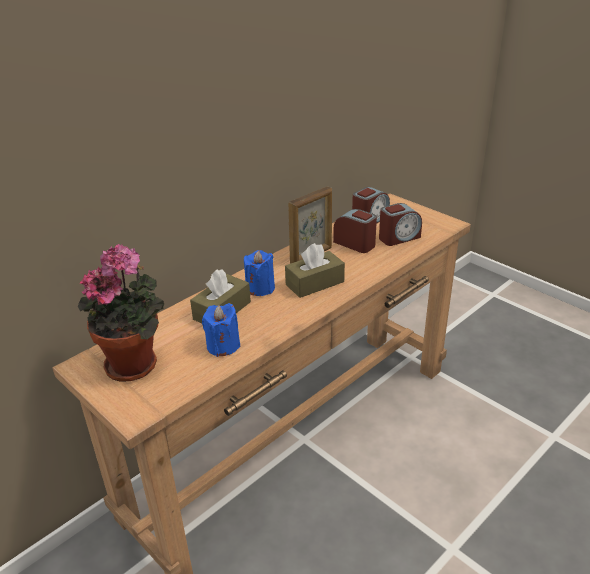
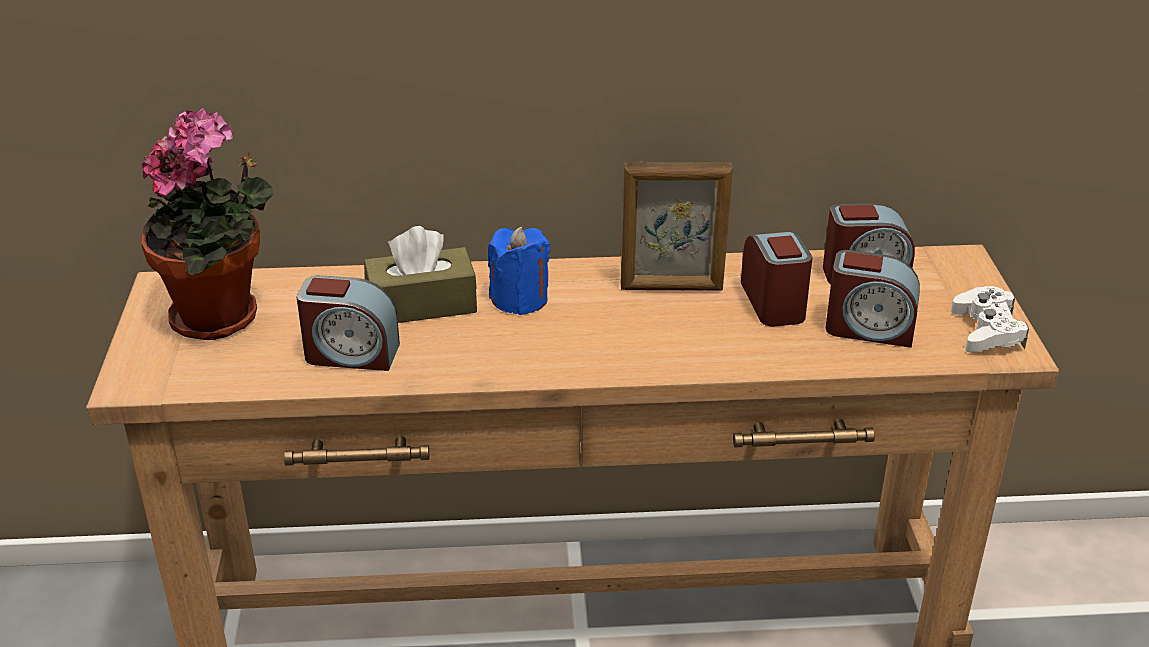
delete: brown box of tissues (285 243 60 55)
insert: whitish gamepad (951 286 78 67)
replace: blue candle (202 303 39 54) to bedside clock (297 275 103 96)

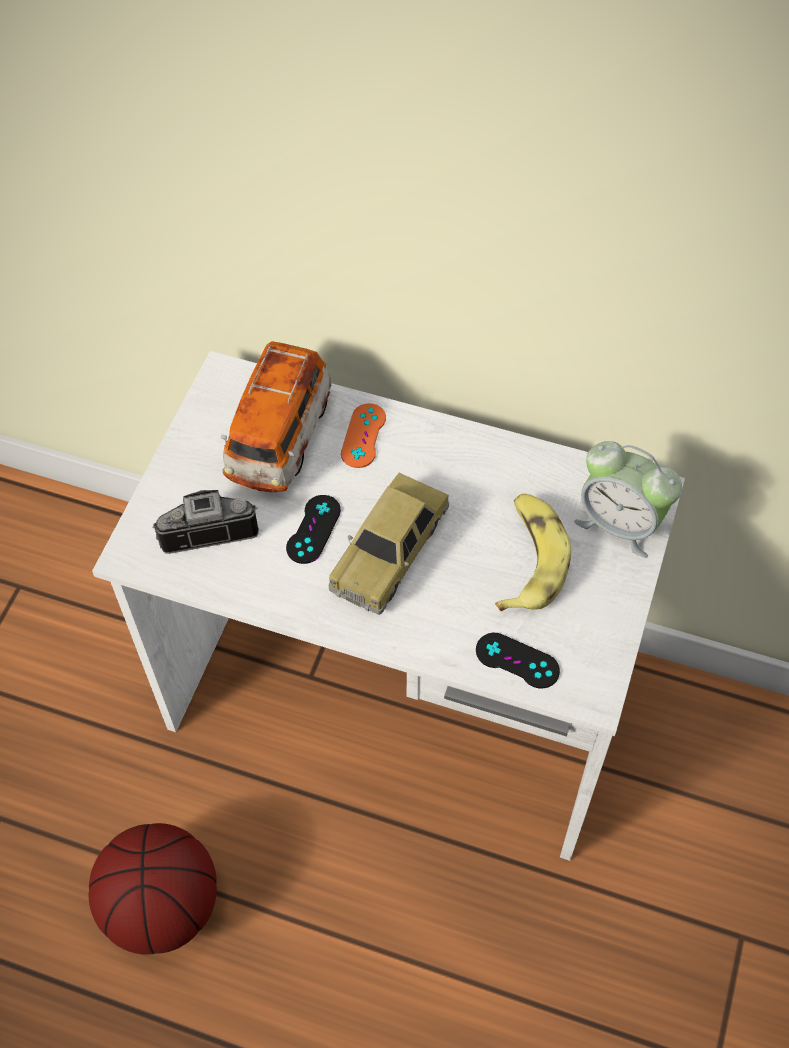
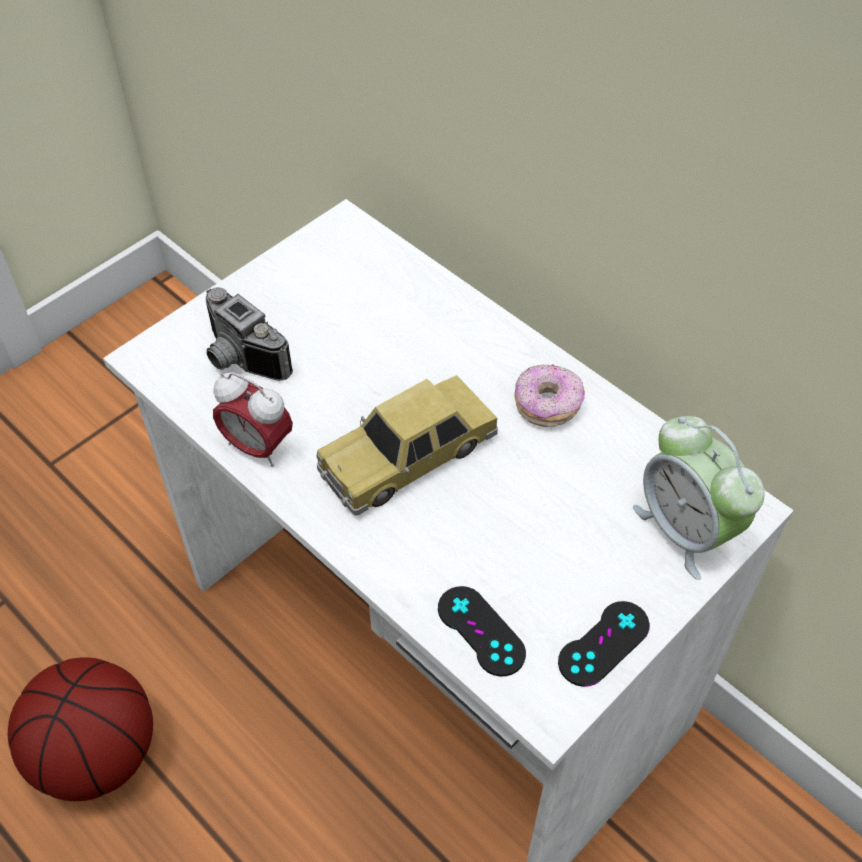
delete: miniature car (221 341 111 152); orange-coloured gamepad (341 403 45 65); banana (495 494 76 117)
insert: donut (514 364 71 63); bedside clock (213 372 80 95)
move: black gamepad (286 495 55 69) to (558 601 92 86)
rotate: photo camera (152 490 107 64) = (206 287 87 94) 150 degrees counterclockwise

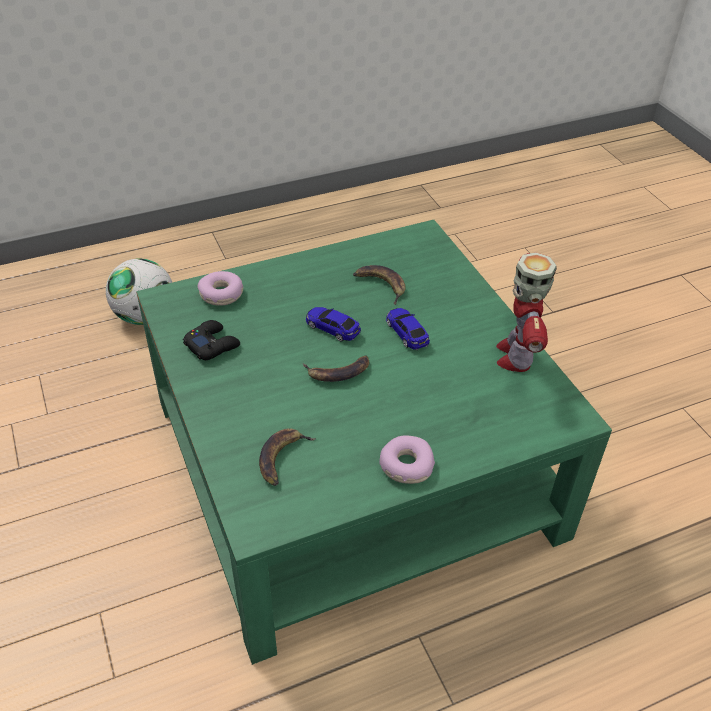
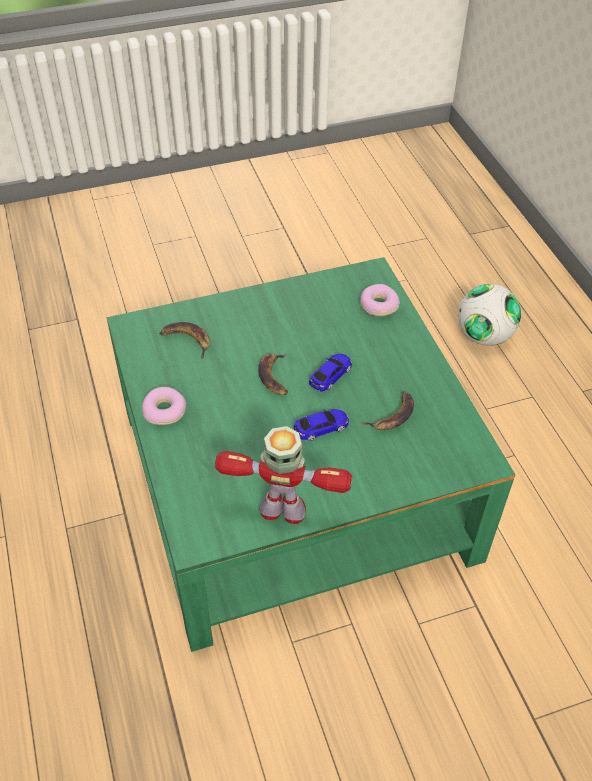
delete: black gamepad (183 320 57 40)

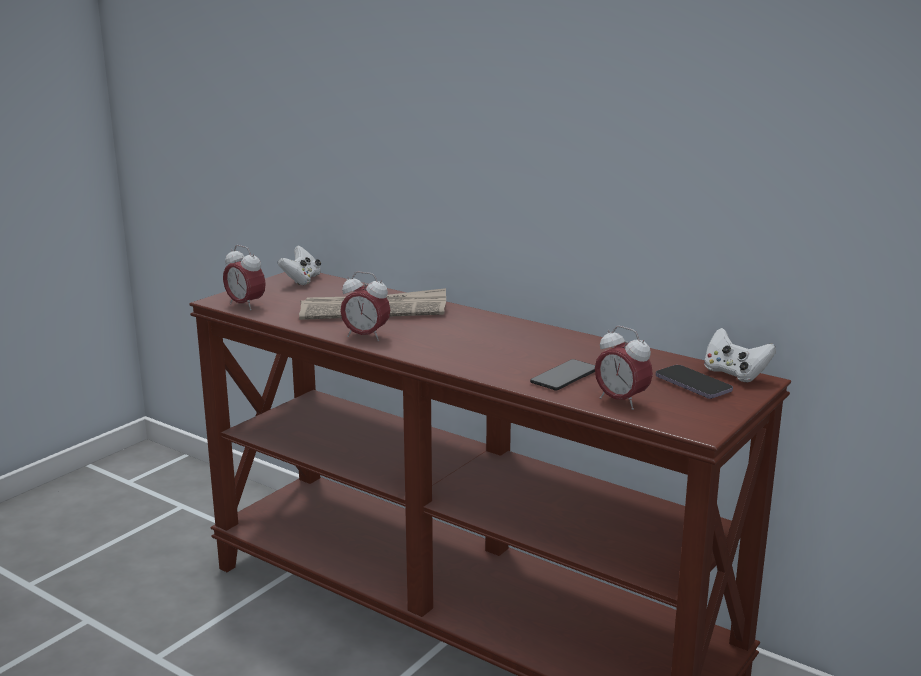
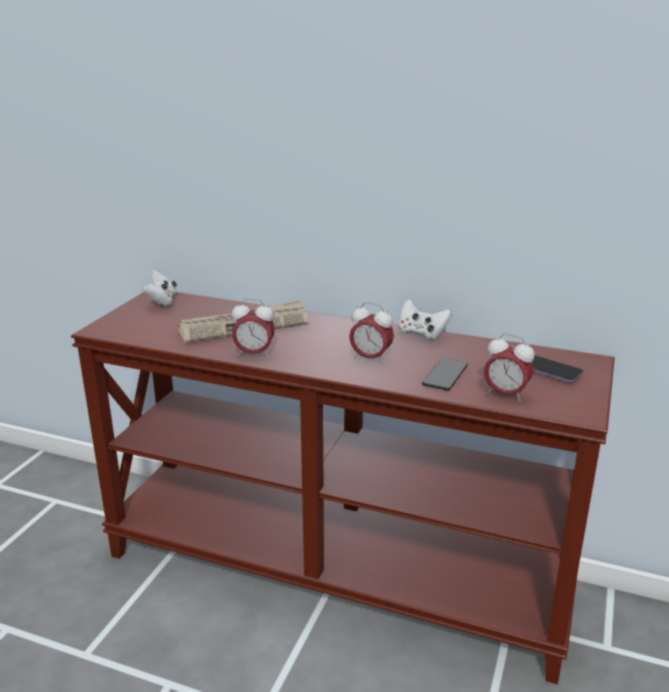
move: bedside clock (223 245 43 66) to (349 302 45 62); whitish gamepad (704 328 72 55) to (399 299 53 41)

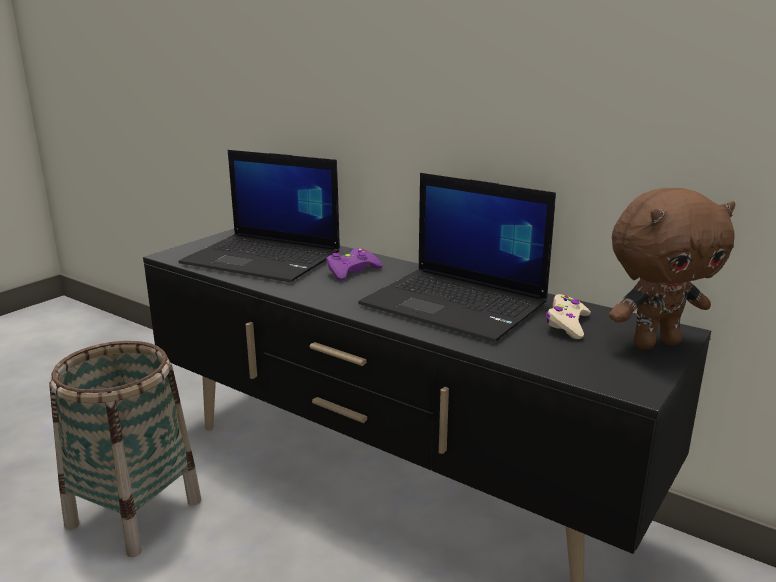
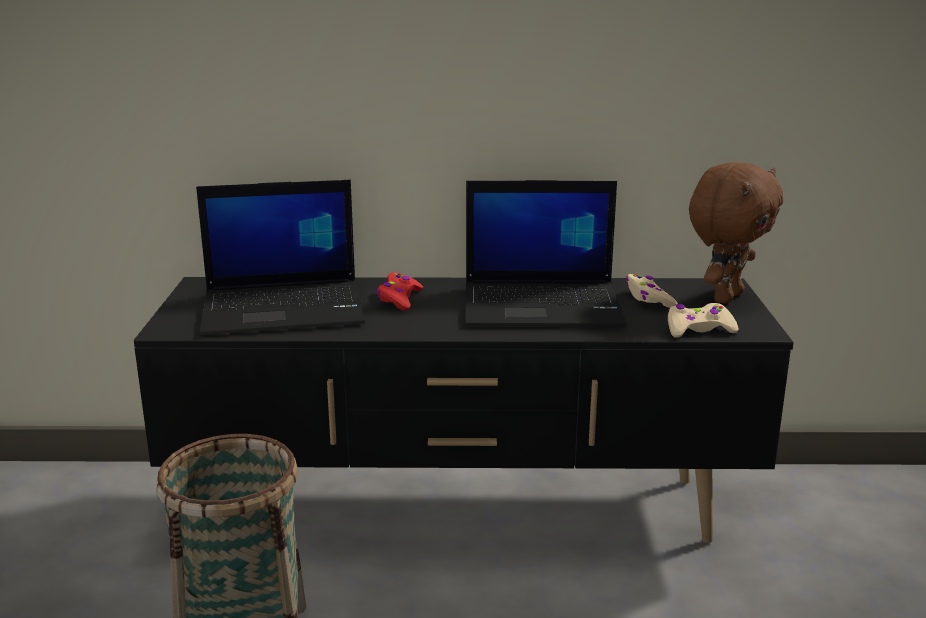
insert: beige gamepad (668 303 70 35)
recolor: purple gamepad (326 248 57 33) to red-coloured gamepad (377 272 46 39)

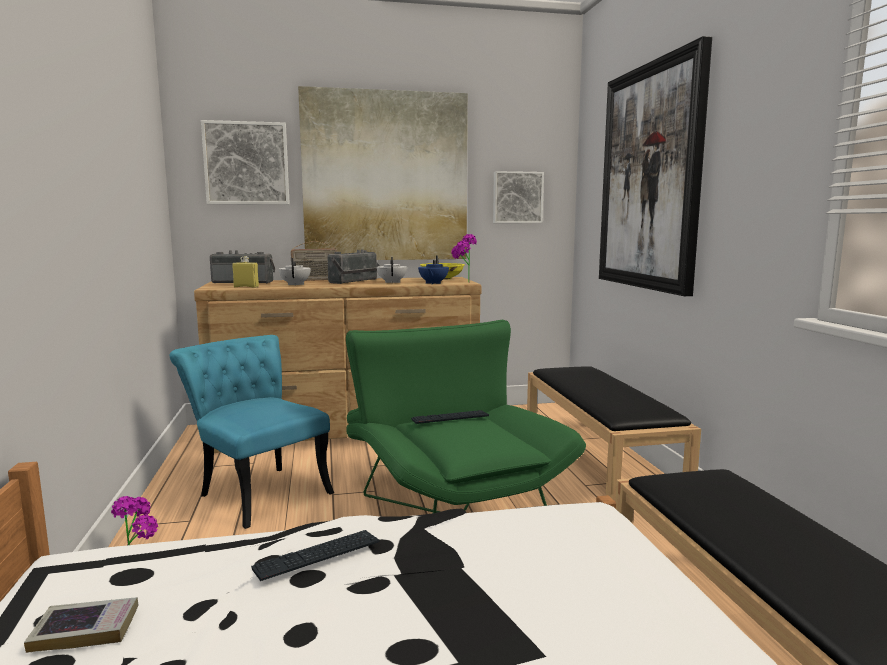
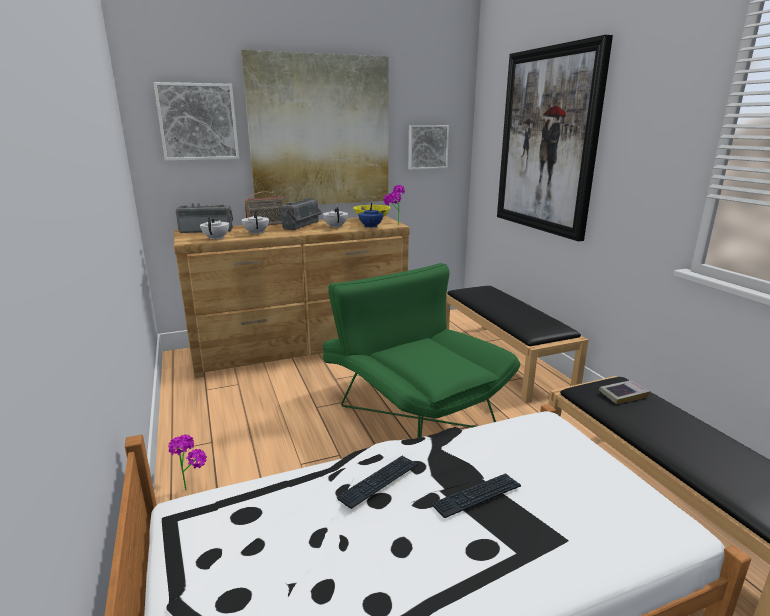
delete: blue-green plain chair (169 335 165 194)
move: keyboard (411 410 78 14) to (432 473 89 45); volume (24 597 114 56) to (599 380 51 24)
replace: yellow bottle (232 256 27 32) to whitish teapot (200 217 29 23)

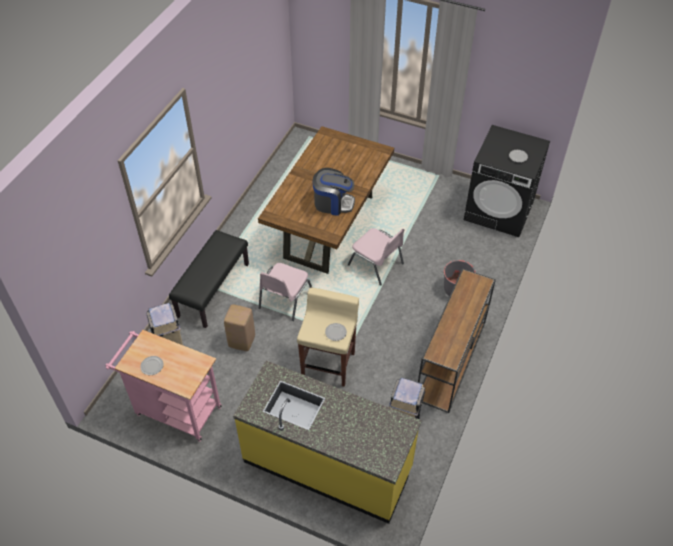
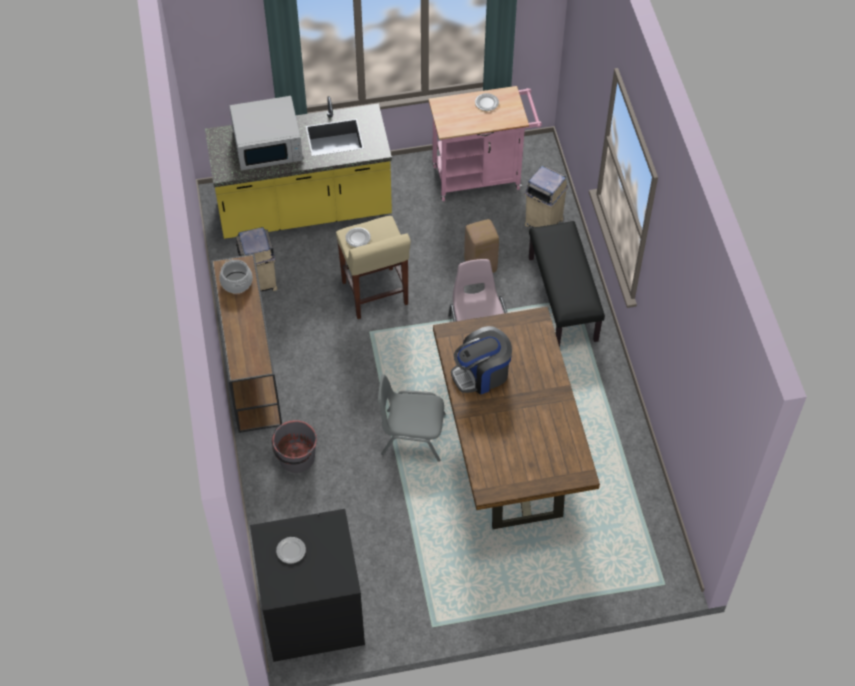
insert: whitish microwave (229 96 74 74); cooking pot (219 259 34 34)
recolor: pink-coloured plain chair (348 228 56 57) to greyish plain chair (378 375 68 87)

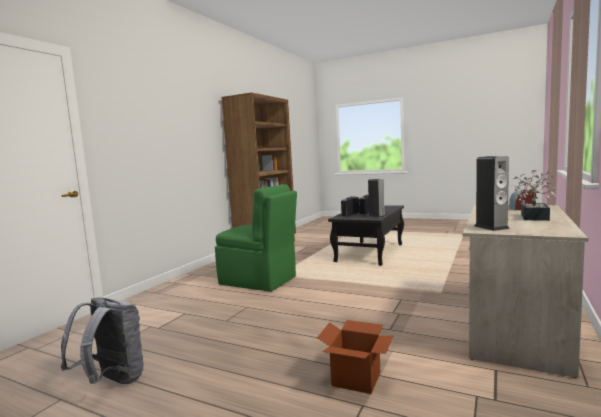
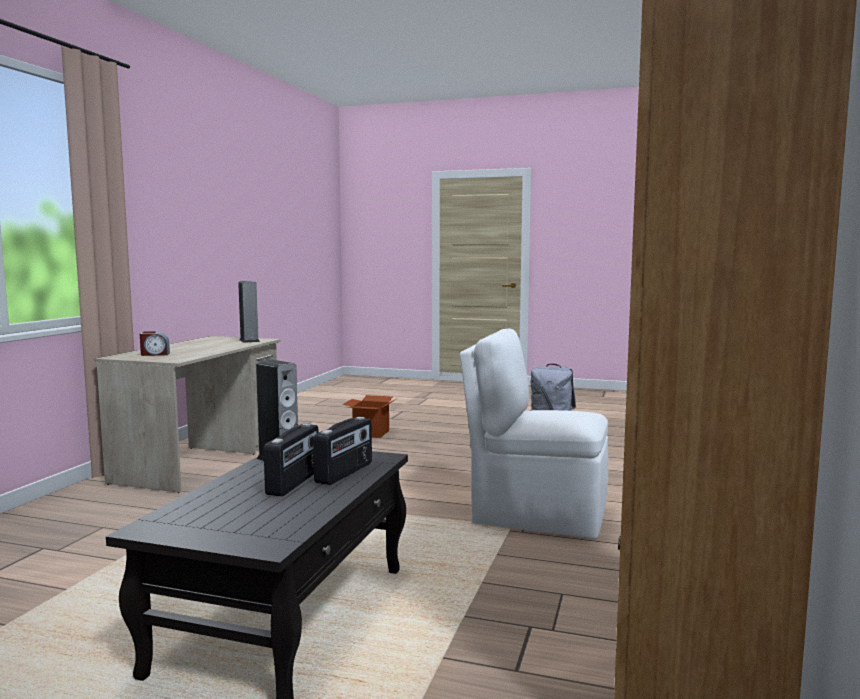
delete: plant in a pot (511 169 46 52)
recolor: green-coloured plain chair (215 184 82 108) to whitish plain chair (460 329 148 210)

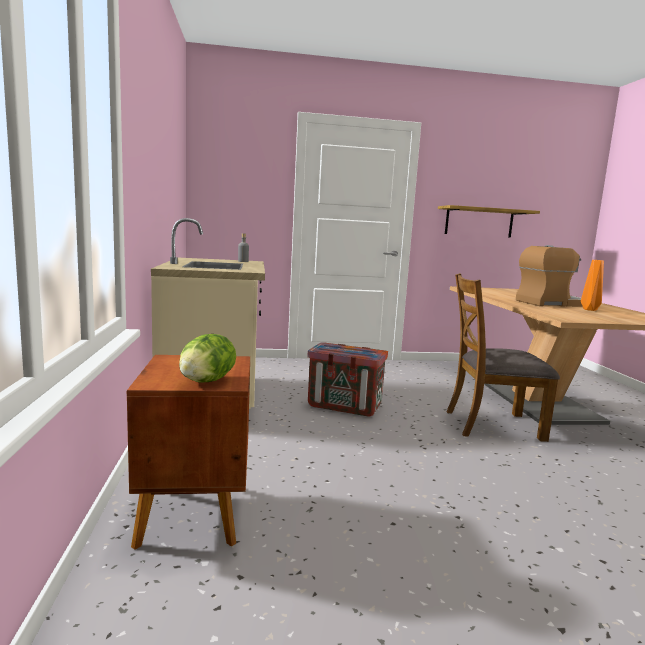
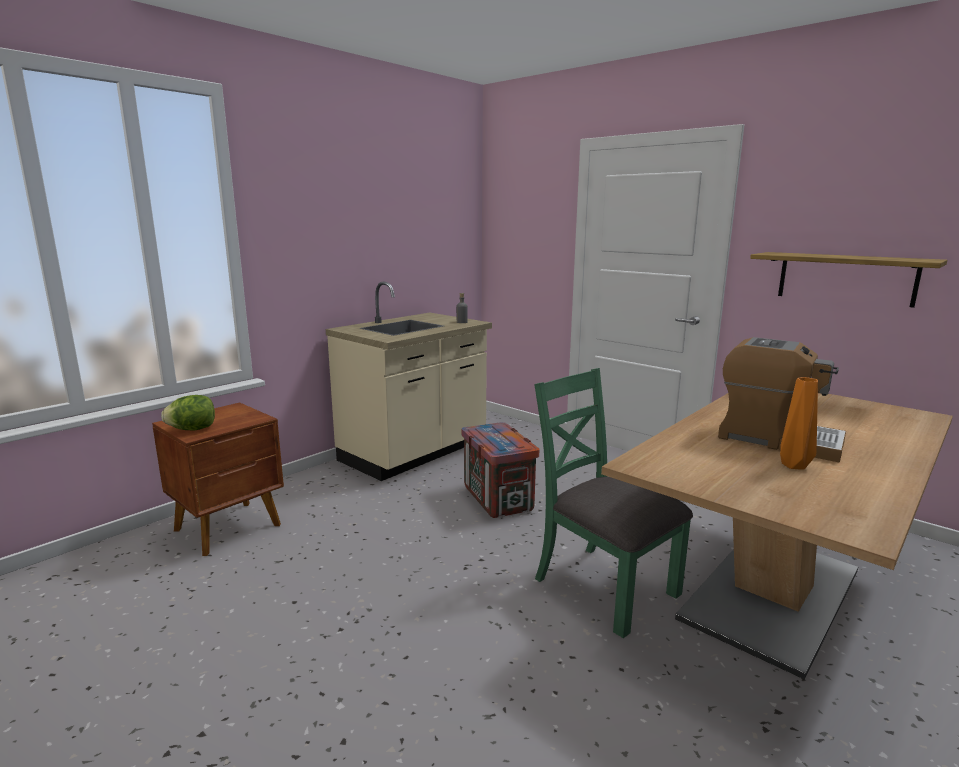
recolor: brown plain chair (446 273 114 169) to green-coloured plain chair (534 368 159 270)

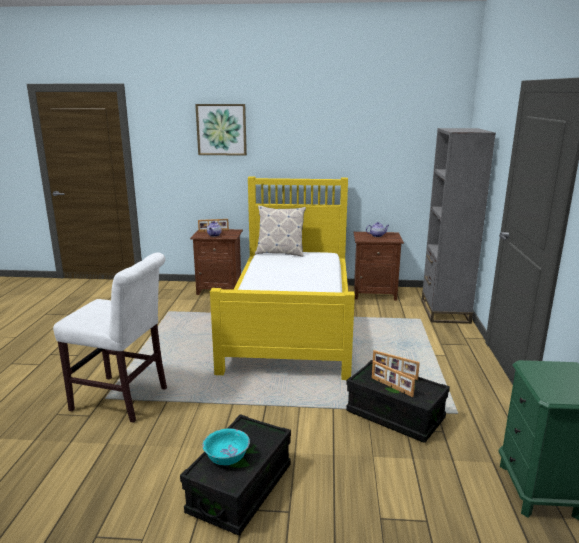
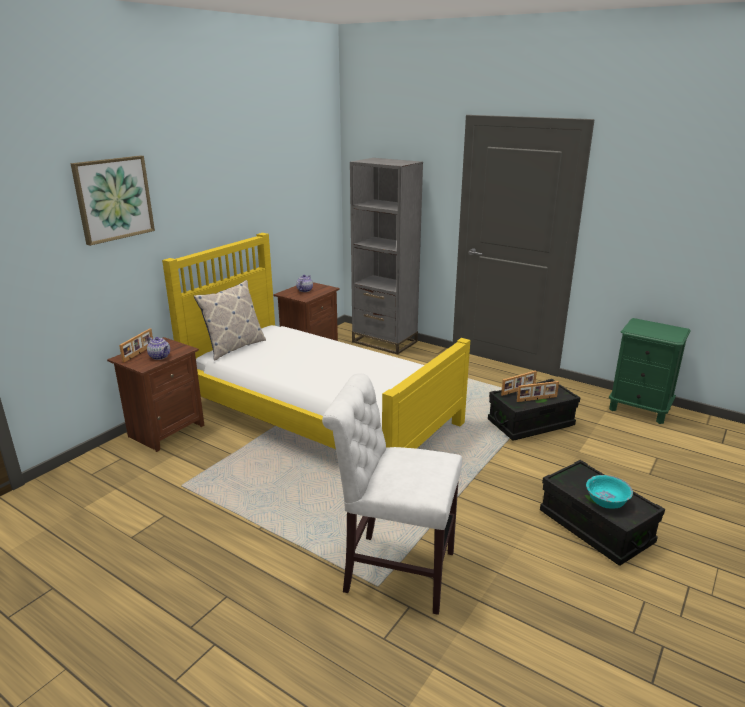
rotate: whitish plain chair (53 252 114 171) = (322 373 140 242) 120 degrees counterclockwise

